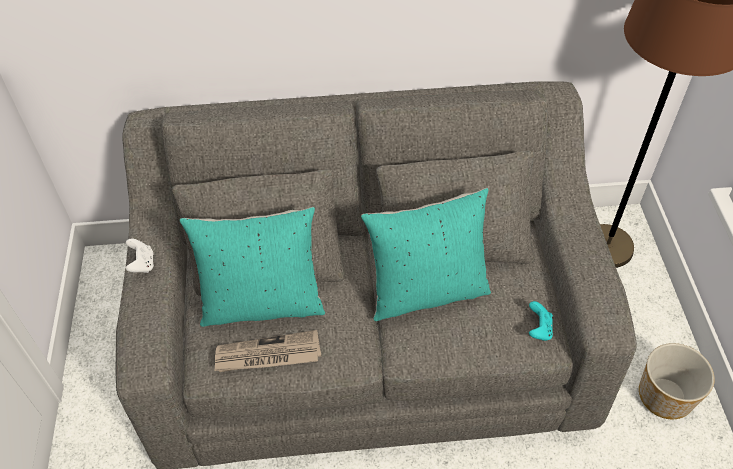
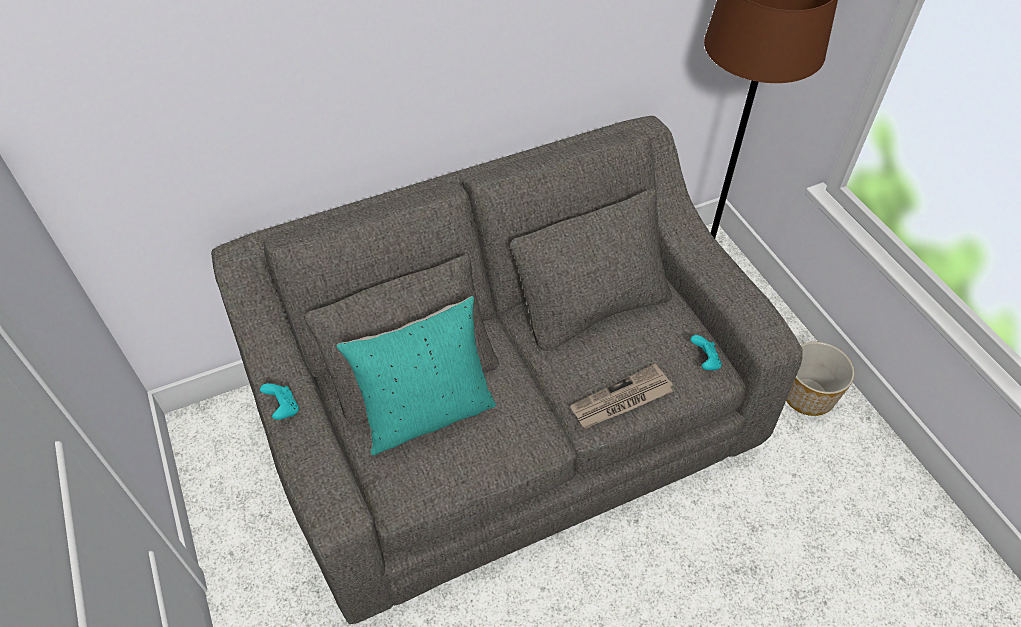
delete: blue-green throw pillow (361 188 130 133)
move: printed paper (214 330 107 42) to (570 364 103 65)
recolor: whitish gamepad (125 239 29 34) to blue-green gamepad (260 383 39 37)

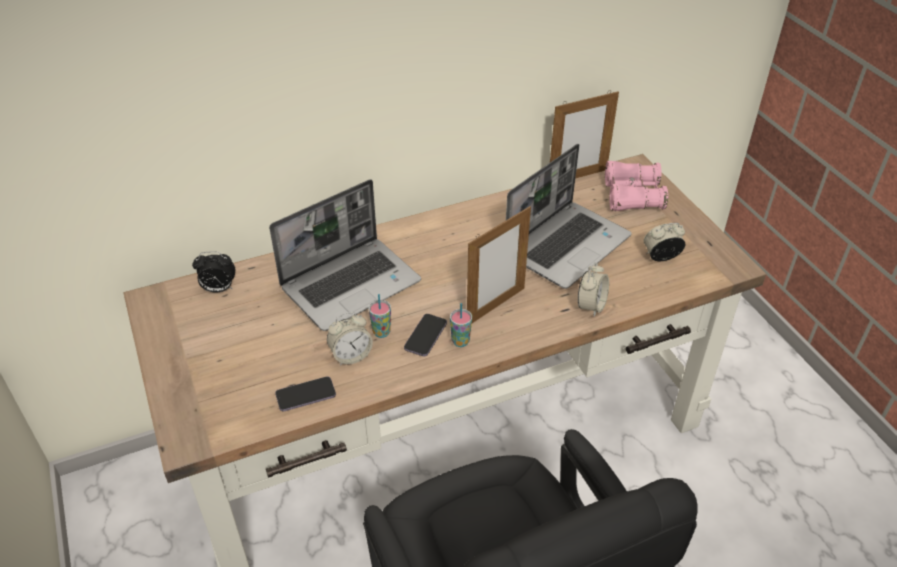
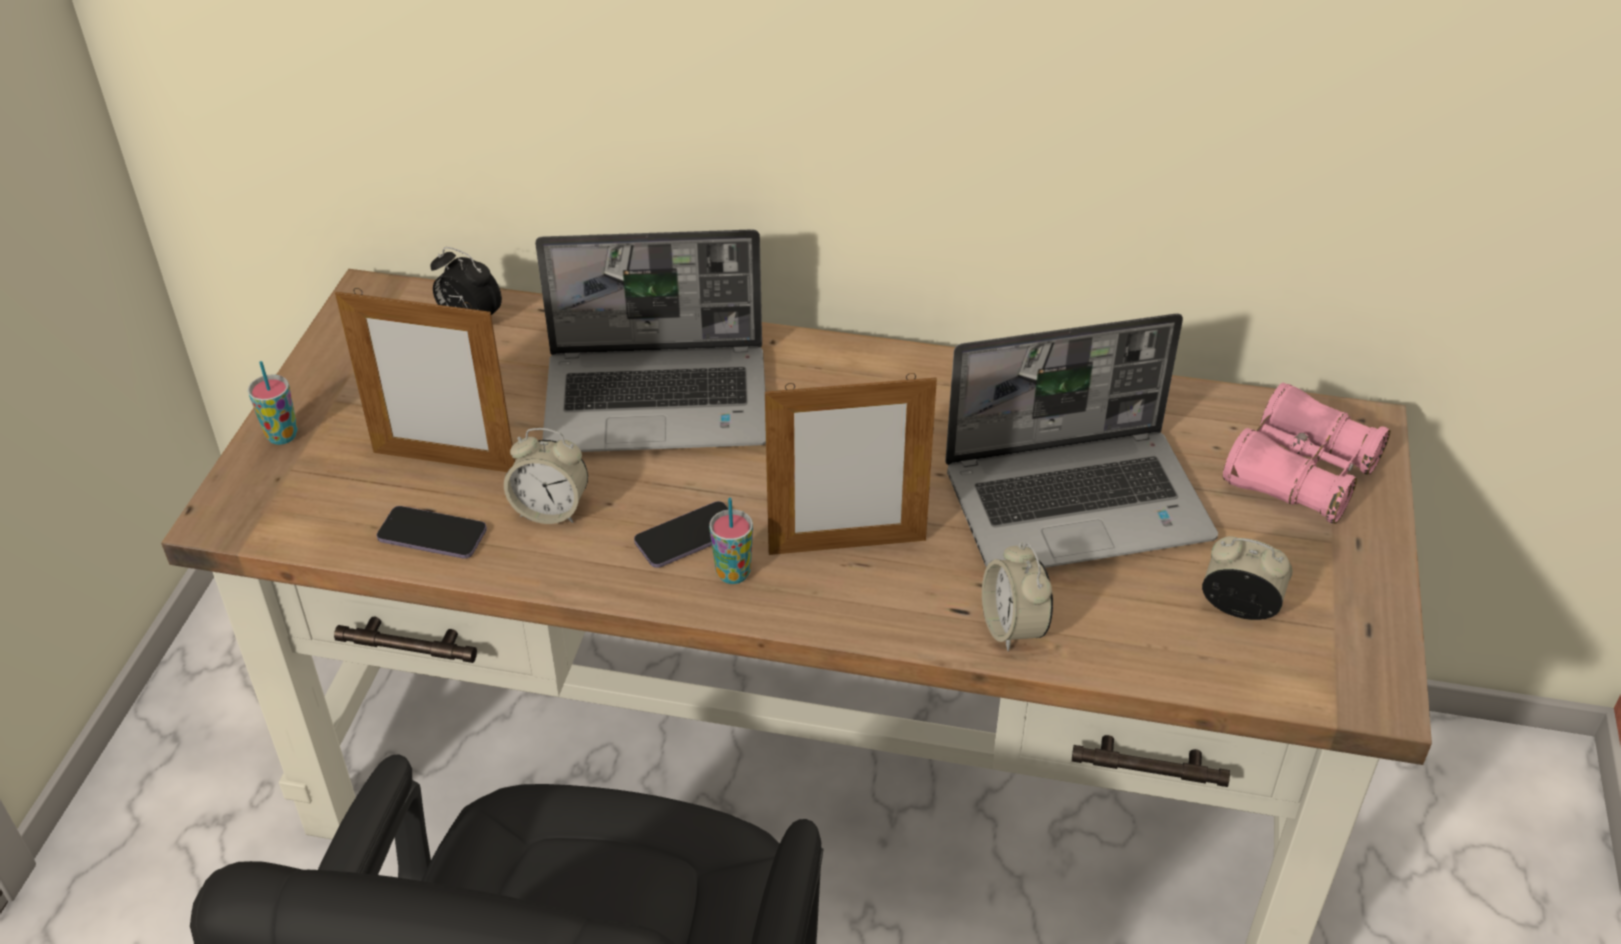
move: standing frame (550 90 69 89) to (335 288 180 184); small cup (369 294 22 44) to (248 361 50 84)
rotate: bedside clock (578 262 31 55) = (982 542 71 109) 105 degrees clockwise

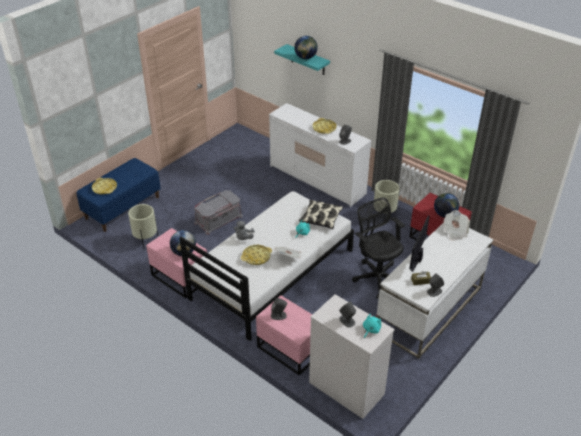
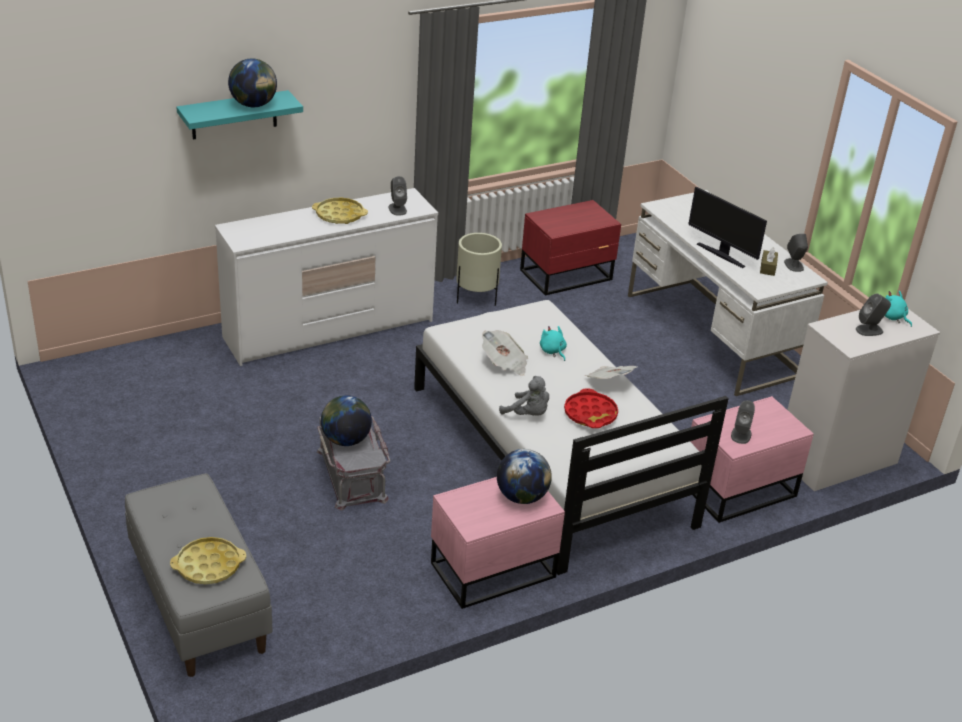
delete: black computer chair (352 197 53 102); throw pillow (299 200 44 29); beige planter (128 204 30 44)
move: world globe (434 193 25 25) to (321 395 51 51); printed paper (443 210 27 31) to (482 330 46 46)
recolor: blue indoor bench (77 158 84 74) to greyish indoor bench (125 473 147 204); yellow tray (241 245 31 20) to red-coloured tray (564 388 54 40)

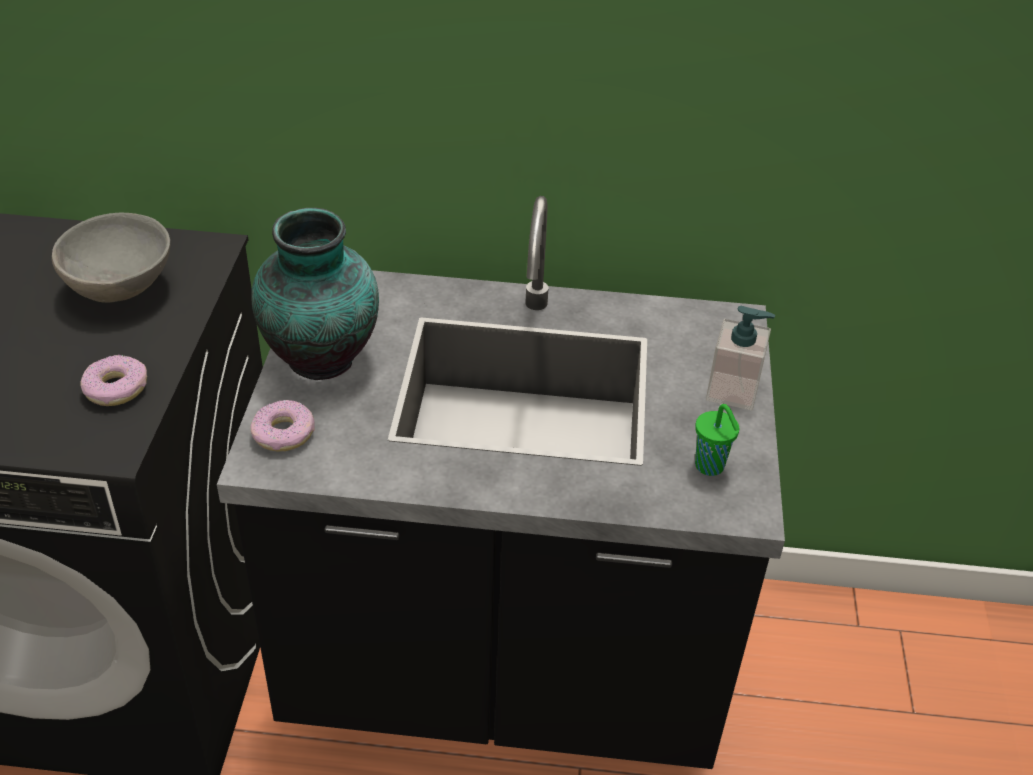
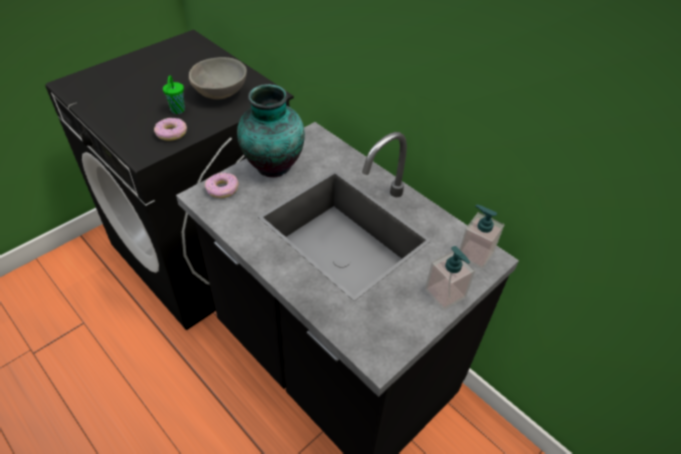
insert: soap dispenser (459 204 45 65)
move: green-coloured small cup (695 404 44 72) to (163 75 22 39)

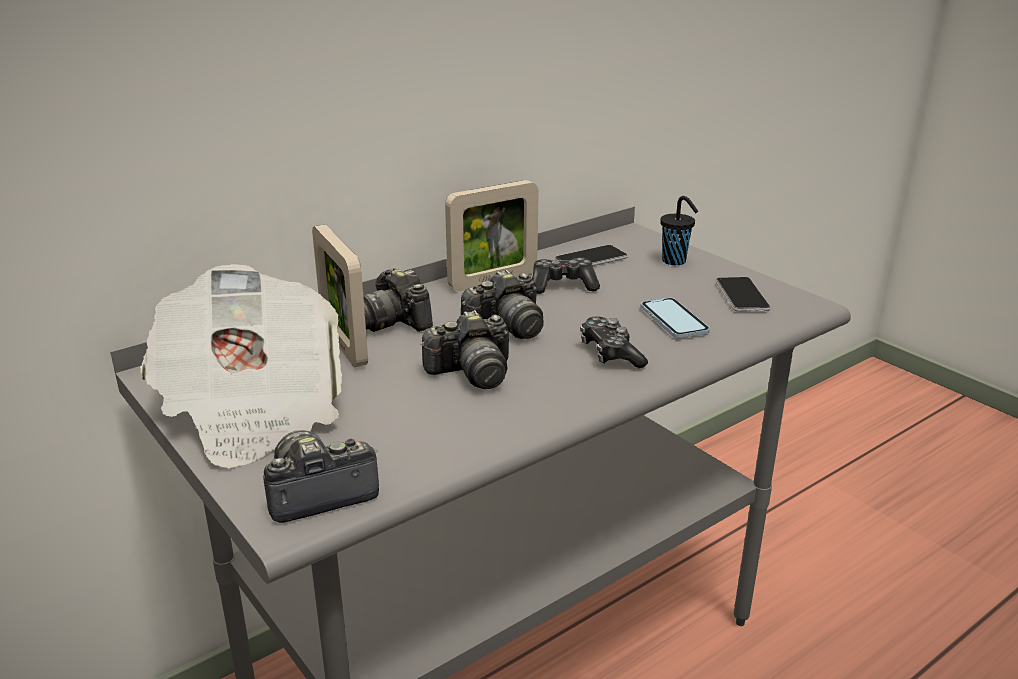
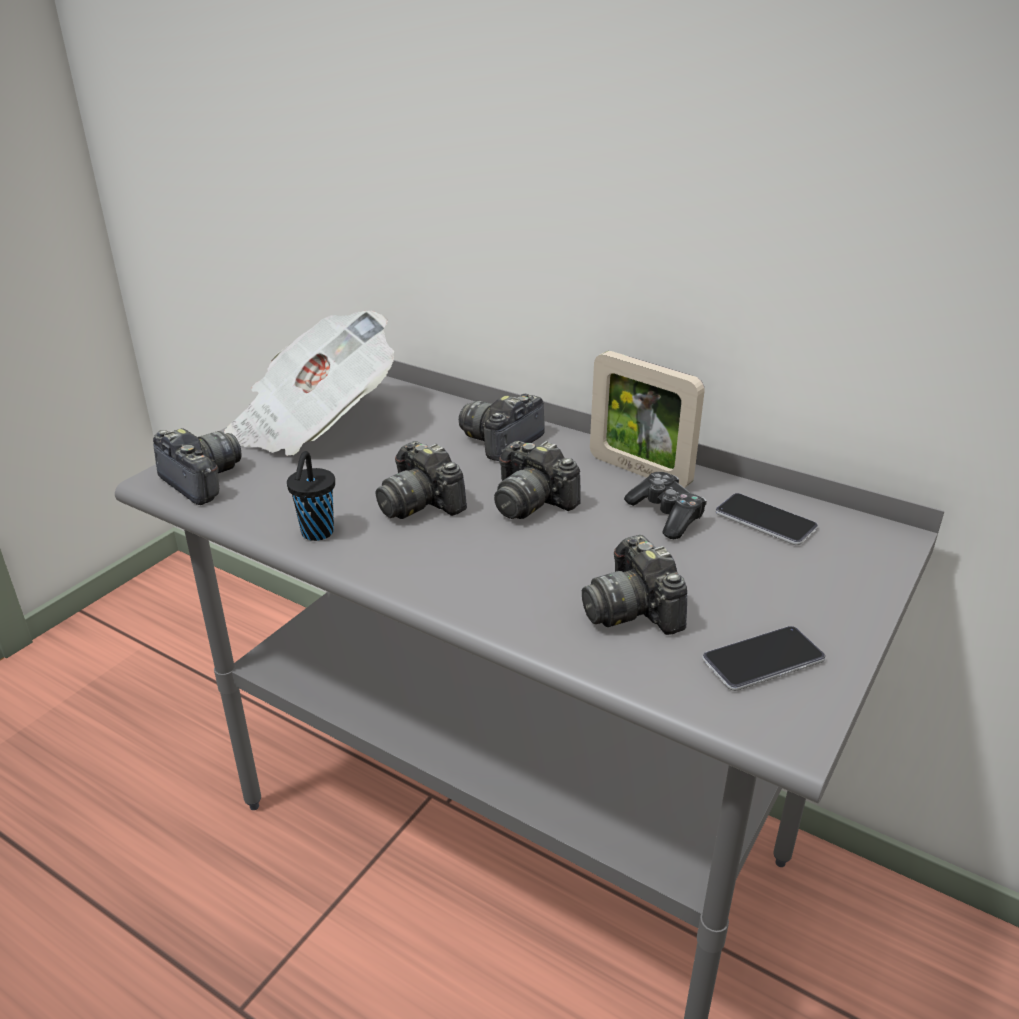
delete: standing frame (312 224 56 143); gamepad (580 317 68 51)
move: black small cup (660 196 38 69) to (287 451 48 90)
replace: handset (641 298 69 40) to photo camera (582 535 105 100)

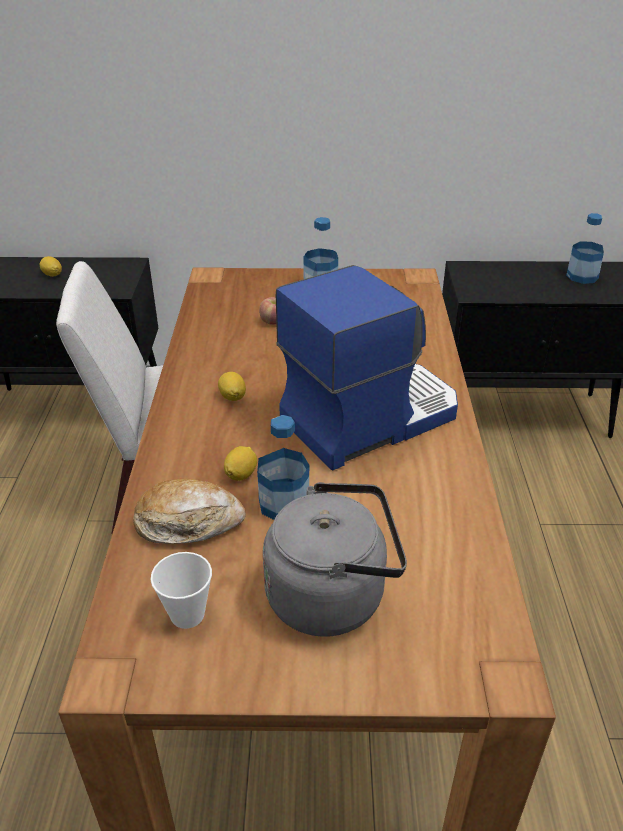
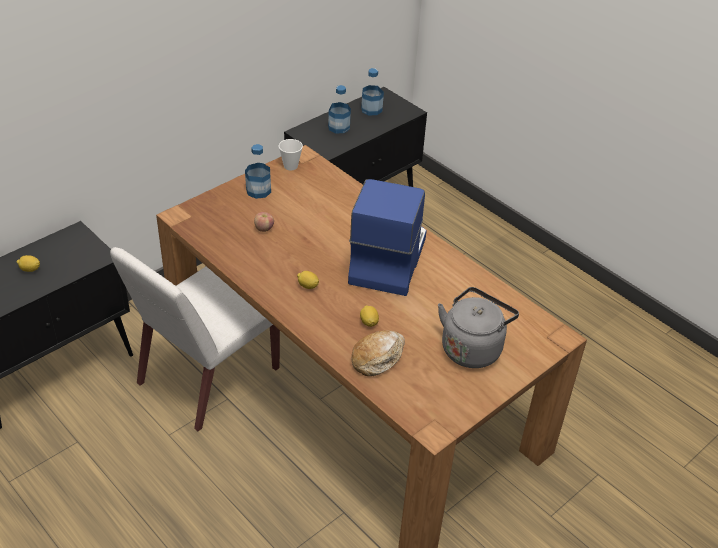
move: bottle (257 415 52 105) to (328 85 23 49); small cup (151 552 61 77) to (279 139 24 31)

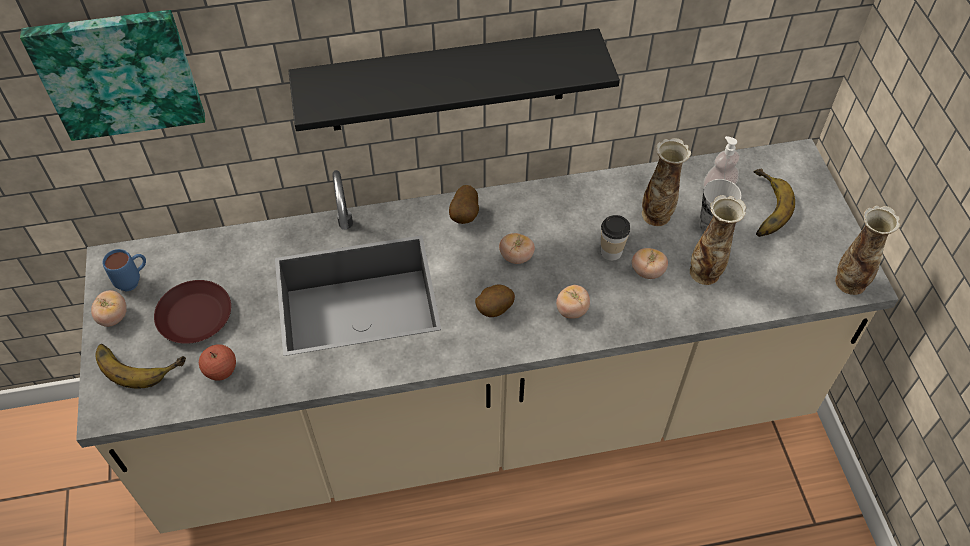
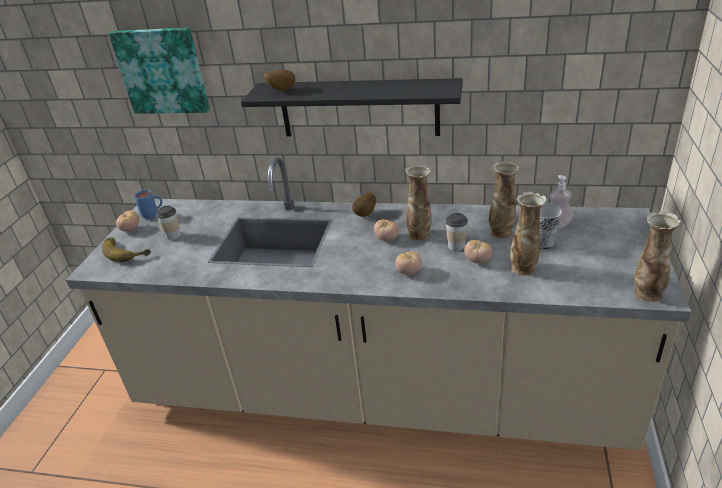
delete: banana (754 169 41 68); apple fruit (199 344 37 37)
insert: vase (405 164 27 76)
move: whole potato (475 284 40 33) to (264 70 31 21)
replace: brown flat dish (154 280 77 64) to small cup (156 206 25 34)

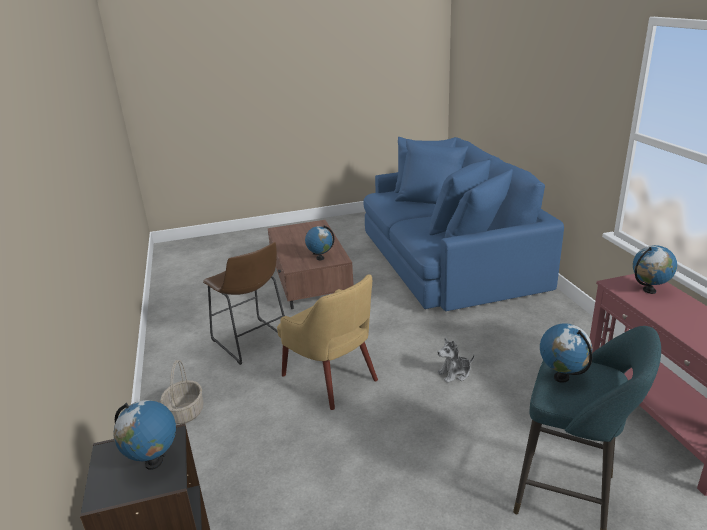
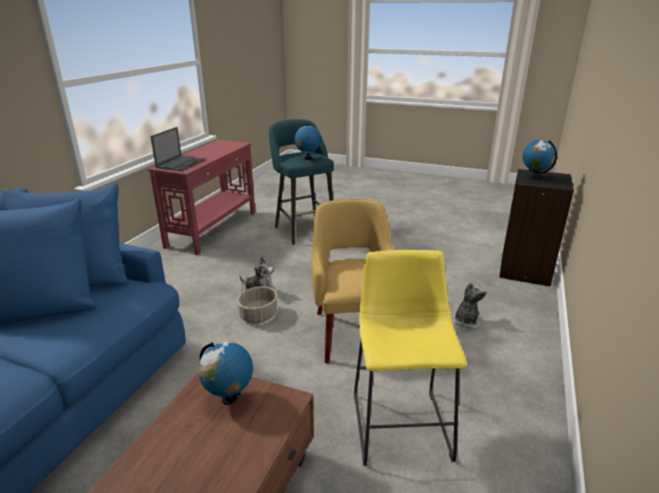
insert: soft toy (453 282 34 47)
move: basket (160 360 43 64) to (237 264 41 59)
replace: world globe (633 245 44 49) to laptop (150 127 55 44)
recolor: brown sitting stool (203 242 82 123) to yellow sitting stool (354 250 113 216)

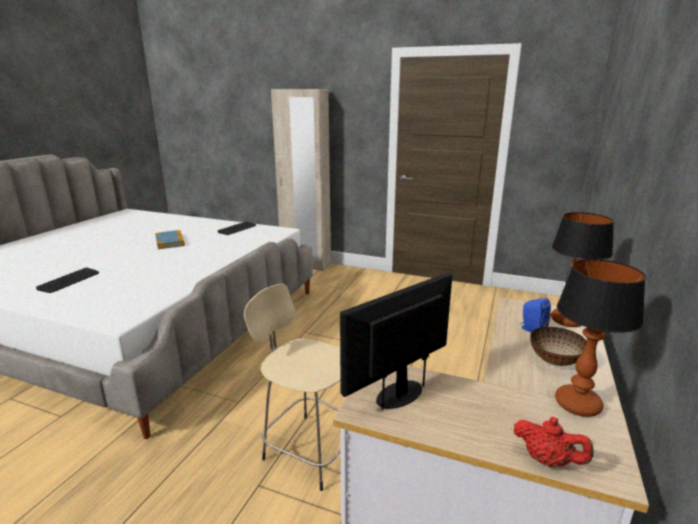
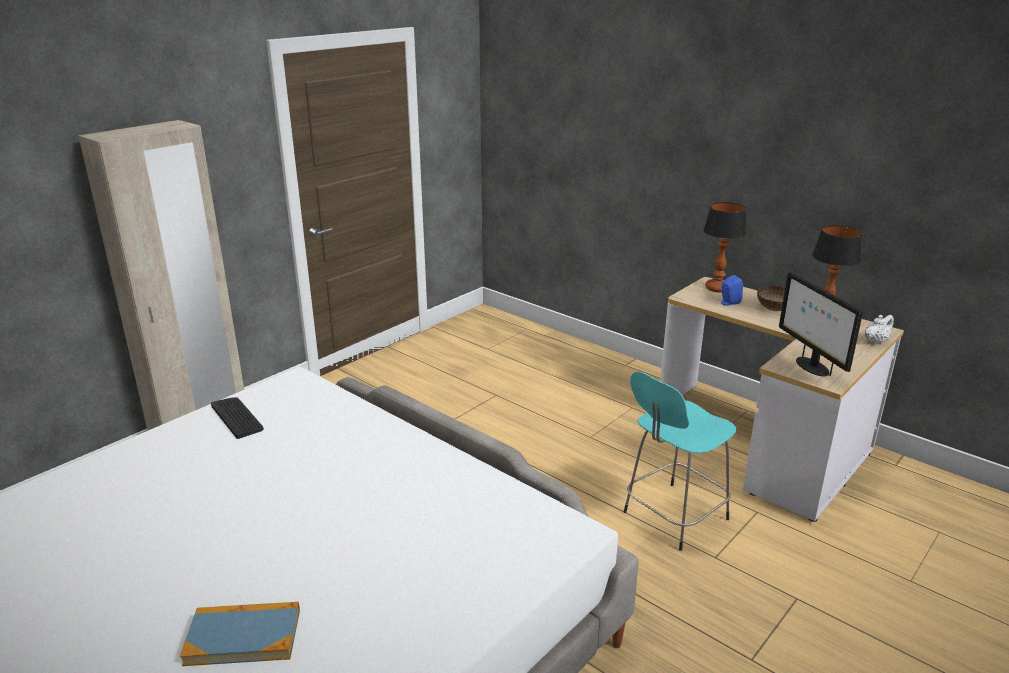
delete: keyboard (36 268 63 25)
move: volume (155 230 30 19) to (180 602 120 64)
recolor: beige sitting stool (244 284 97 207) to blue-green sitting stool (624 372 112 179); red-coloured teapot (513 417 81 50) to whitish teapot (865 315 29 29)

